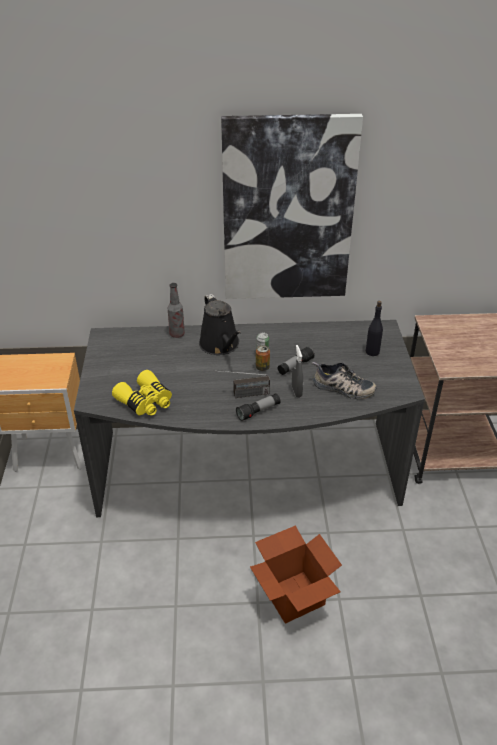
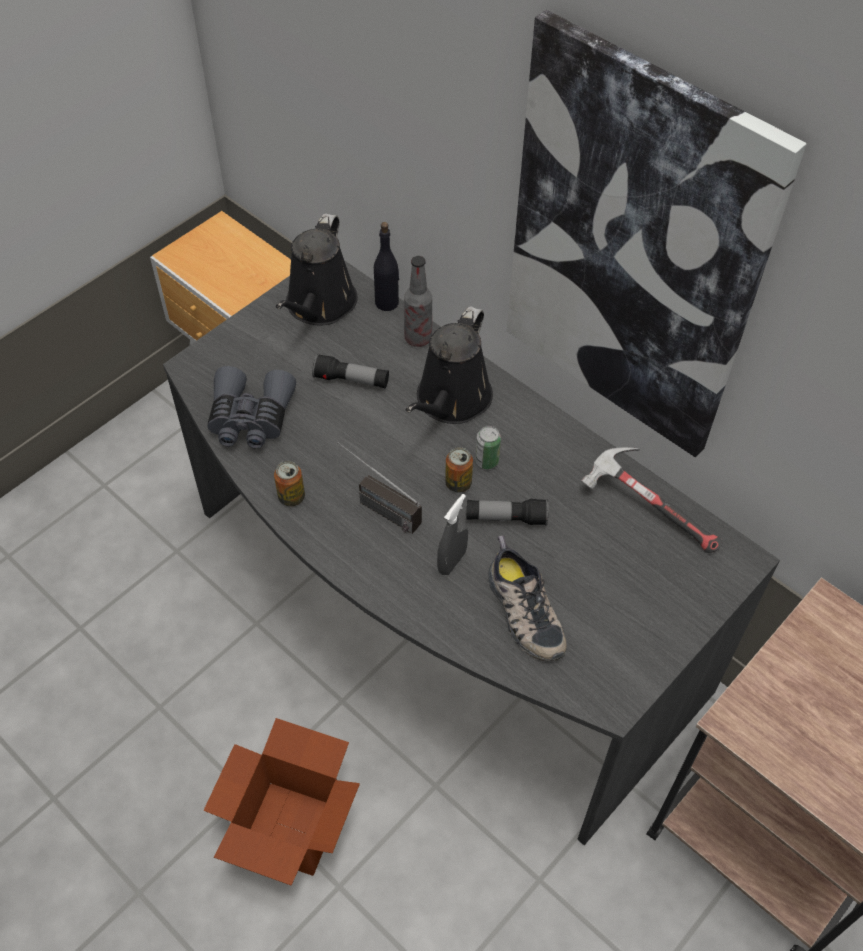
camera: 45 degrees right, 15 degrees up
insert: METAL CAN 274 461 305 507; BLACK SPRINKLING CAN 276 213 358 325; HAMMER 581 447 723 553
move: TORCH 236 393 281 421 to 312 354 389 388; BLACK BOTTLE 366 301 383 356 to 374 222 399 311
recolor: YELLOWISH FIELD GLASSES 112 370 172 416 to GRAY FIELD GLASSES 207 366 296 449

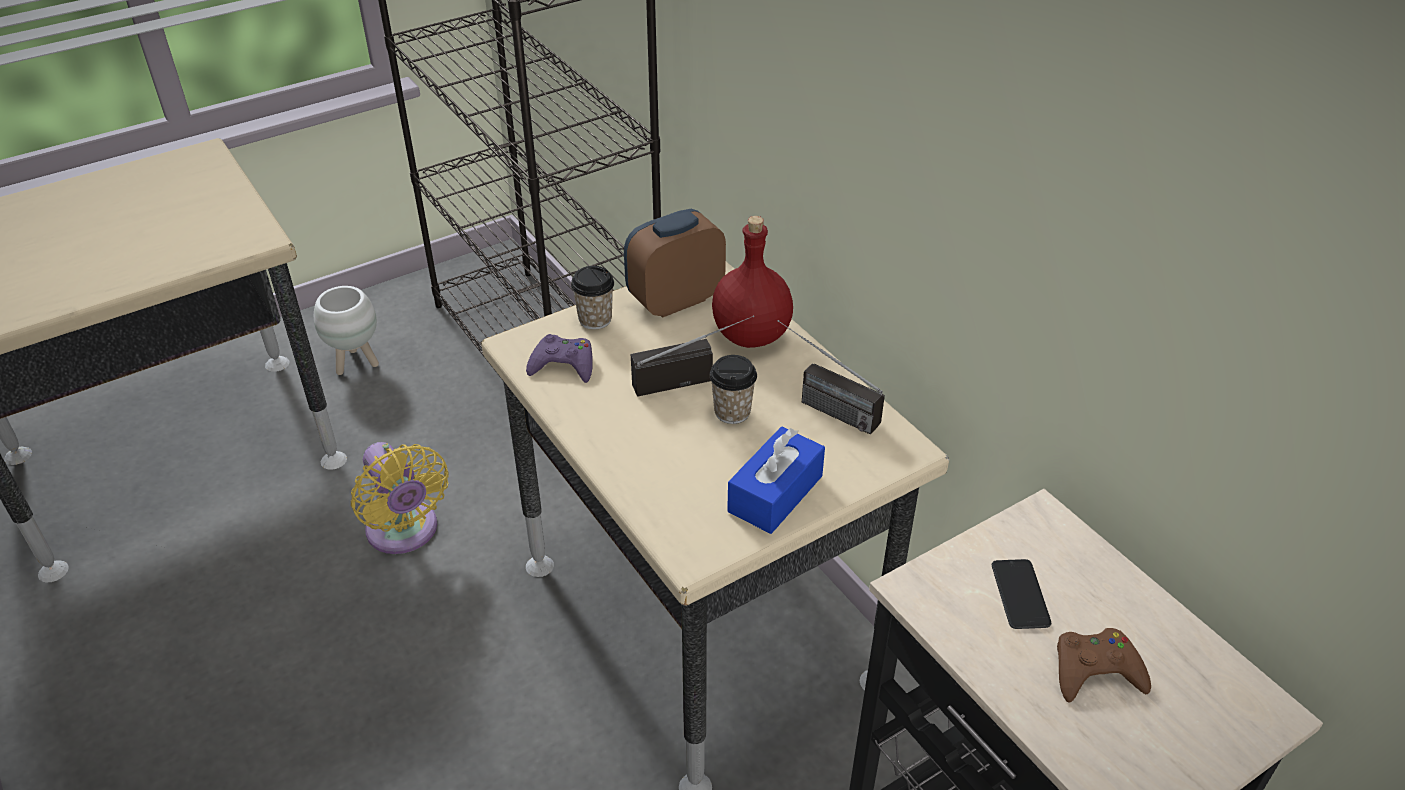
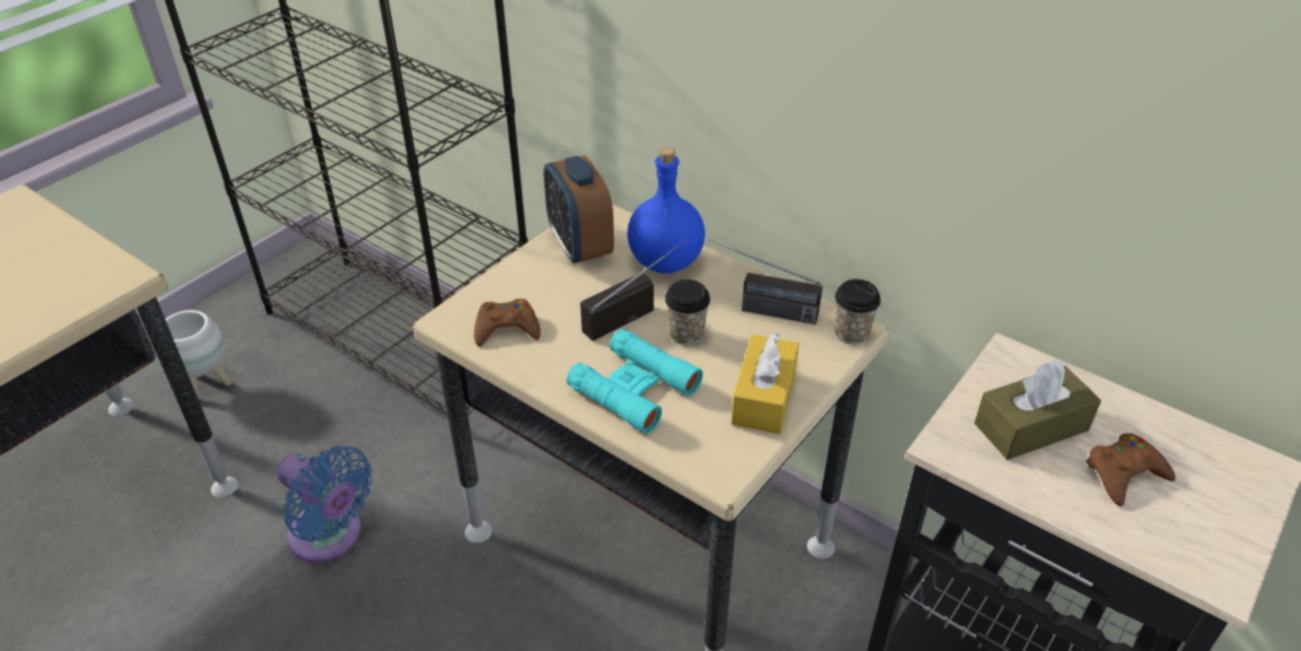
camera: 20 degrees left, 0 degrees up
insert: TURQUOISE-COLOURED FIELD GLASSES 566 329 703 434
move: CUP 571 266 614 330 to 834 279 881 345
replace: TELEPHONE 992 559 1051 629 to BROWN-COLOURED TISSUE HOLDER 974 360 1101 460
recolor: YELLOWISH ELECTRIC FAN 351 442 449 554 to BLUE ELECTRIC FAN 277 446 373 562; PURPLISH GAME CONTROLLER 526 334 593 383 to BROWN-COLOURED GAME CONTROLLER 474 299 541 347; RED BOTTLE 712 216 793 348 to BLUE BOTTLE 627 147 705 273; BLUE TISSUE HOLDER 727 427 825 534 to YELLOWISH TISSUE HOLDER 731 333 799 434
rotate: BEDSIDE CLOCK 624 209 726 318 = 543 155 614 264 60 degrees counterclockwise

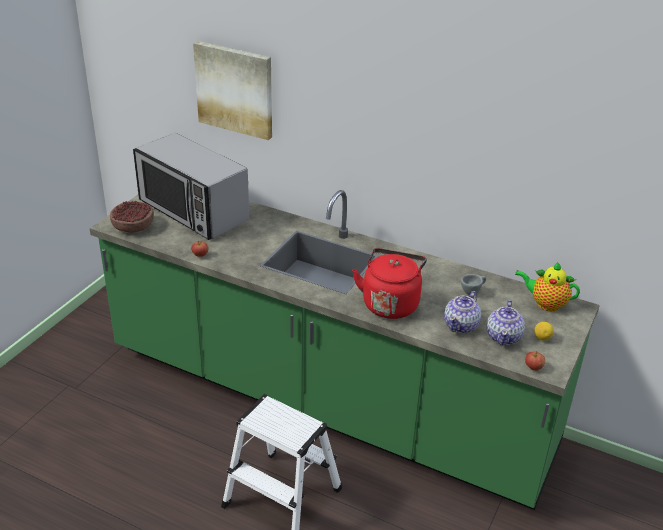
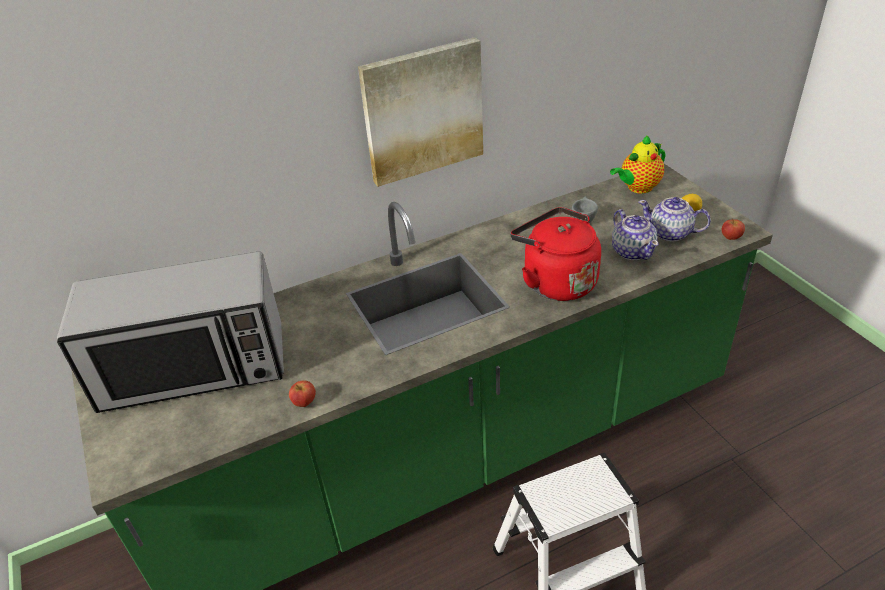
camera: 50 degrees left, 5 degrees up
delete: BOWL 110 200 154 233
move: WALL PICTURE 193 41 272 140 to 358 37 483 187
rotate: POT FOR TEA 487 300 525 345 = 638 197 711 242 150 degrees clockwise

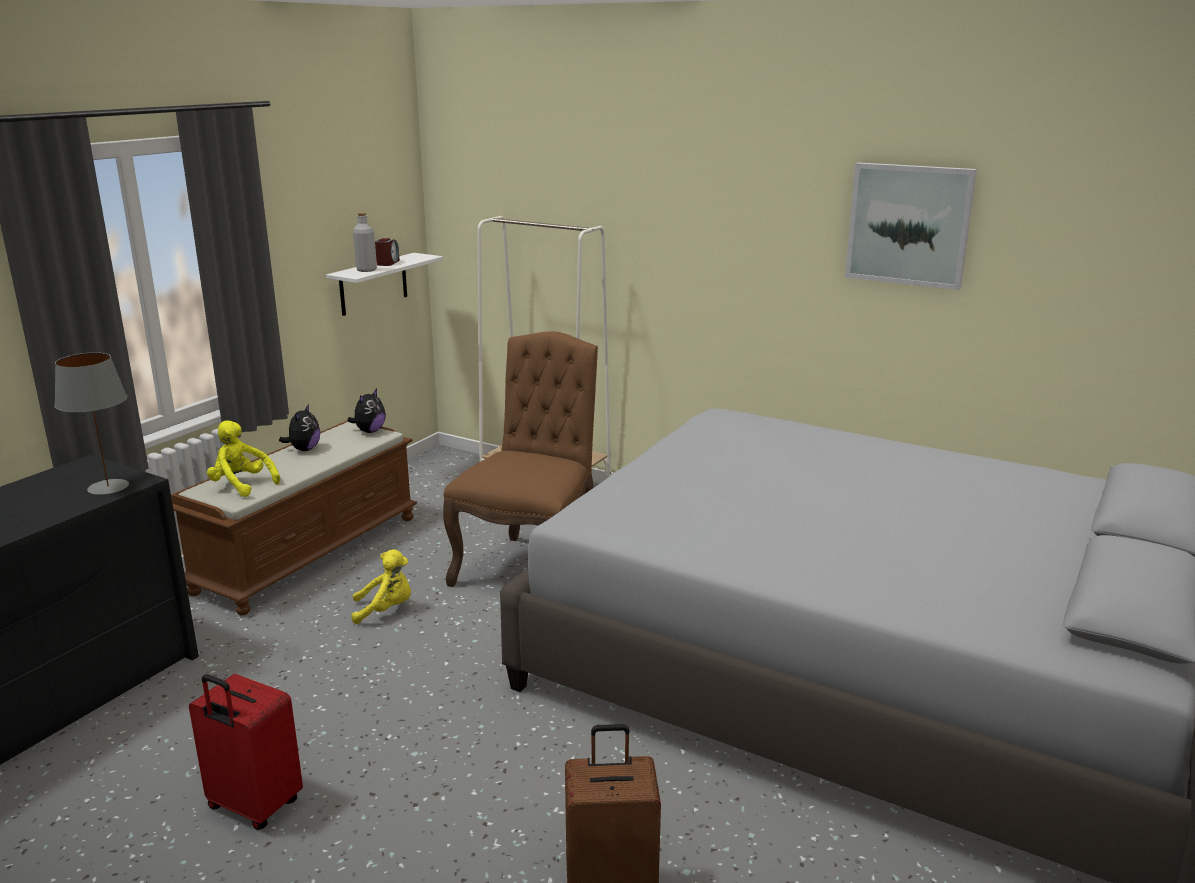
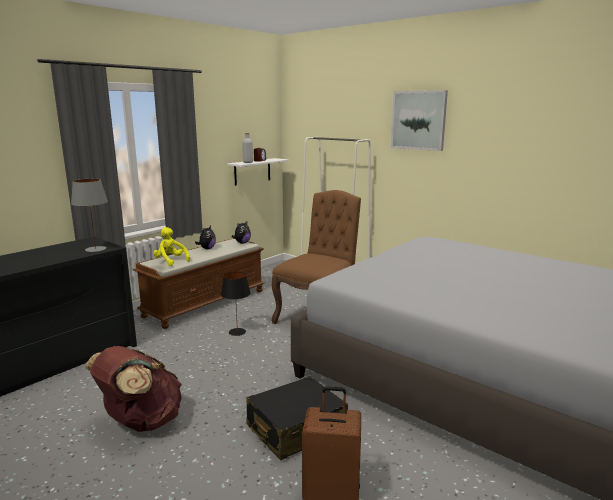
camera: 10 degrees right, 5 degrees down
insert: BLACK SUITCASE 246 376 348 460
move: WALL PICTURE 845 163 977 290 to 391 90 448 151
replace: RED SUITCASE 189 674 303 830 to BROWN-COLOURED KNAPSACK 84 346 182 432; YELLOWISH SOFT TOY 351 549 411 624 to BLACK TABLETOP LAMP 221 272 251 336

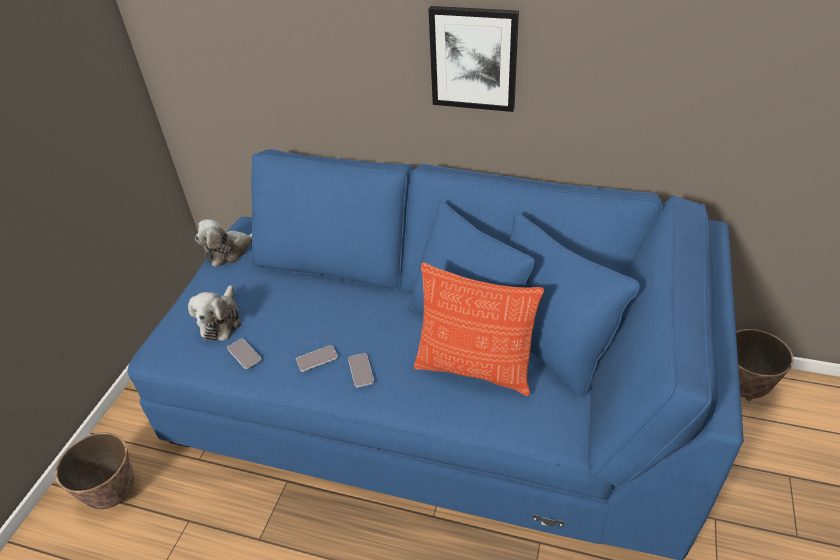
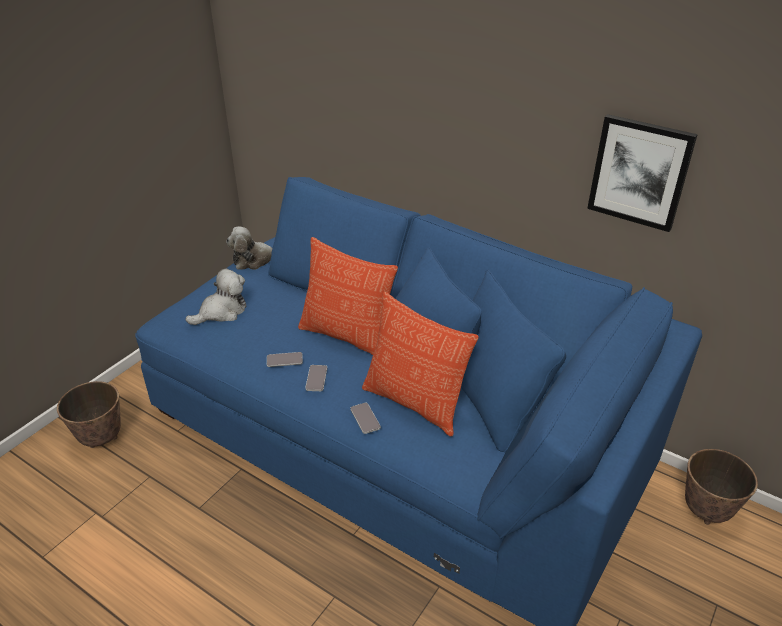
camera: 15 degrees right, 5 degrees down
insert: ORANGE THROW PILLOW 298 237 398 355
move: TELEPHONE 227 339 261 369 to 350 403 381 434; WALL PICTURE 428 6 519 112 to 587 114 698 232
rotate: SOFT TOY 188 285 241 341 = 185 269 247 325 150 degrees counterclockwise

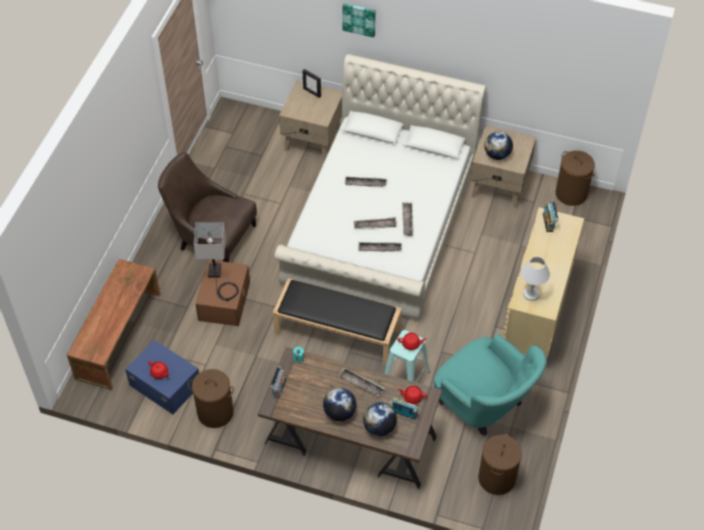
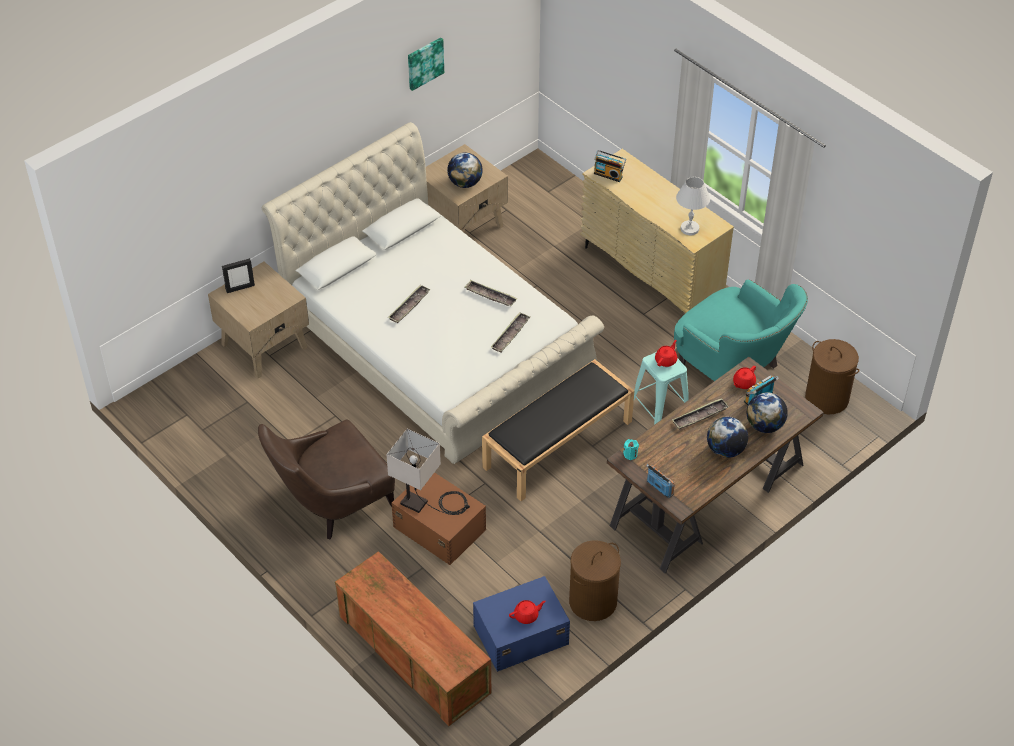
camera: 60 degrees left, 5 degrees down
delete: TRAY 354 217 397 229; BROWN-COLOURED LAUNDRY BASKET 555 151 595 206
move: WALL PICTURE 342 3 376 38 to 408 37 444 91
rotate: TURQUOISE-COLOURED LOUNGE CHAIR 434 334 547 436 = 674 279 808 381 60 degrees clockwise

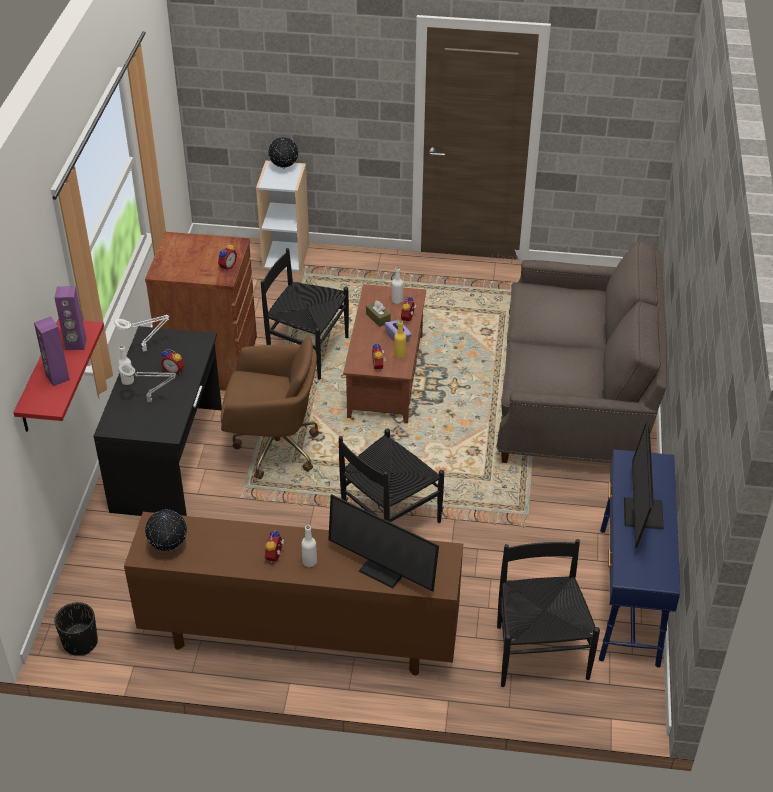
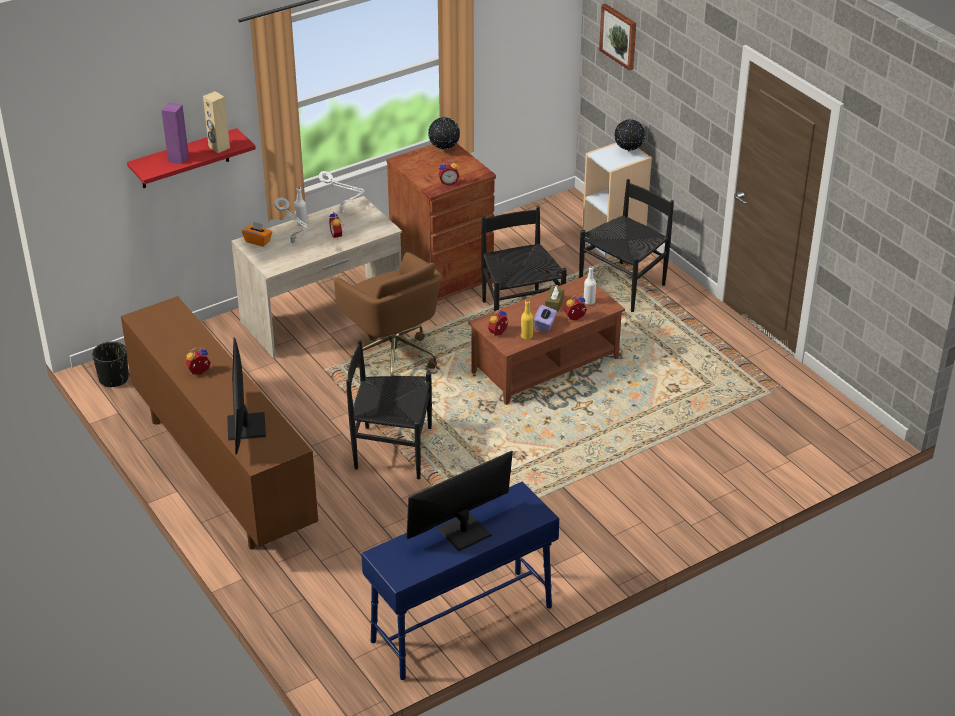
camera: 50 degrees right, 5 degrees down
delete: WHITISH BOTTLE 301 525 317 567; GRAY SETTEE 496 240 667 463
insert: ORANGE TISSUE HOLDER 242 221 272 247; WALL PICTURE 599 4 636 71
move: GLOBE 145 510 187 551 to 428 117 460 152; BLACK PLAIN CHAIR 497 539 600 687 to 579 179 674 312
recolor: PURPLISH AUDIO SPEAKER 54 286 87 350 to BEIGE AUDIO SPEAKER 203 91 230 153; BLACK DESK TABLE 94 326 222 516 to BEIGE DESK TABLE 231 196 402 359

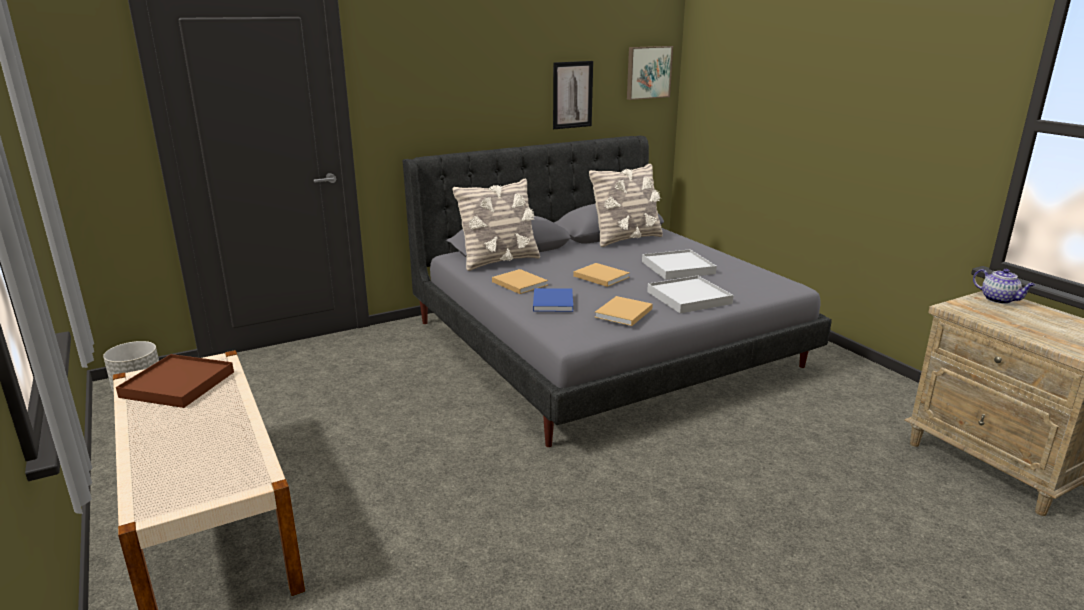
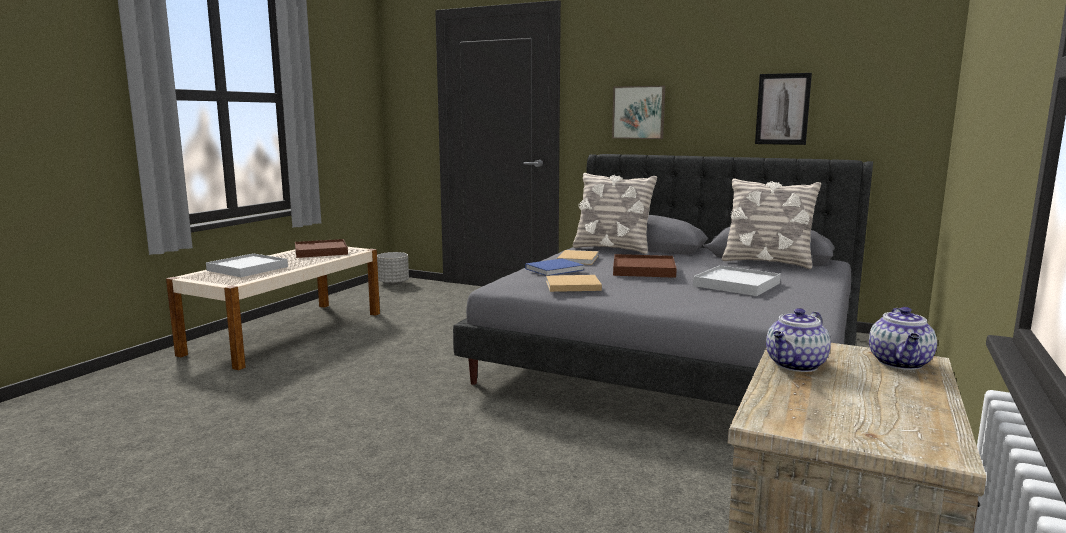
camera: 55 degrees right, 10 degrees down
insert: POT FOR TEA 766 308 831 372
move: WHITISH TRAY 647 276 734 313 to 206 253 288 277; WALL PICTURE 627 46 673 100 to 612 86 665 139
replace: BEIGE VOLUME 573 263 630 287 to BROWN-COLOURED TRAY 613 254 677 278

